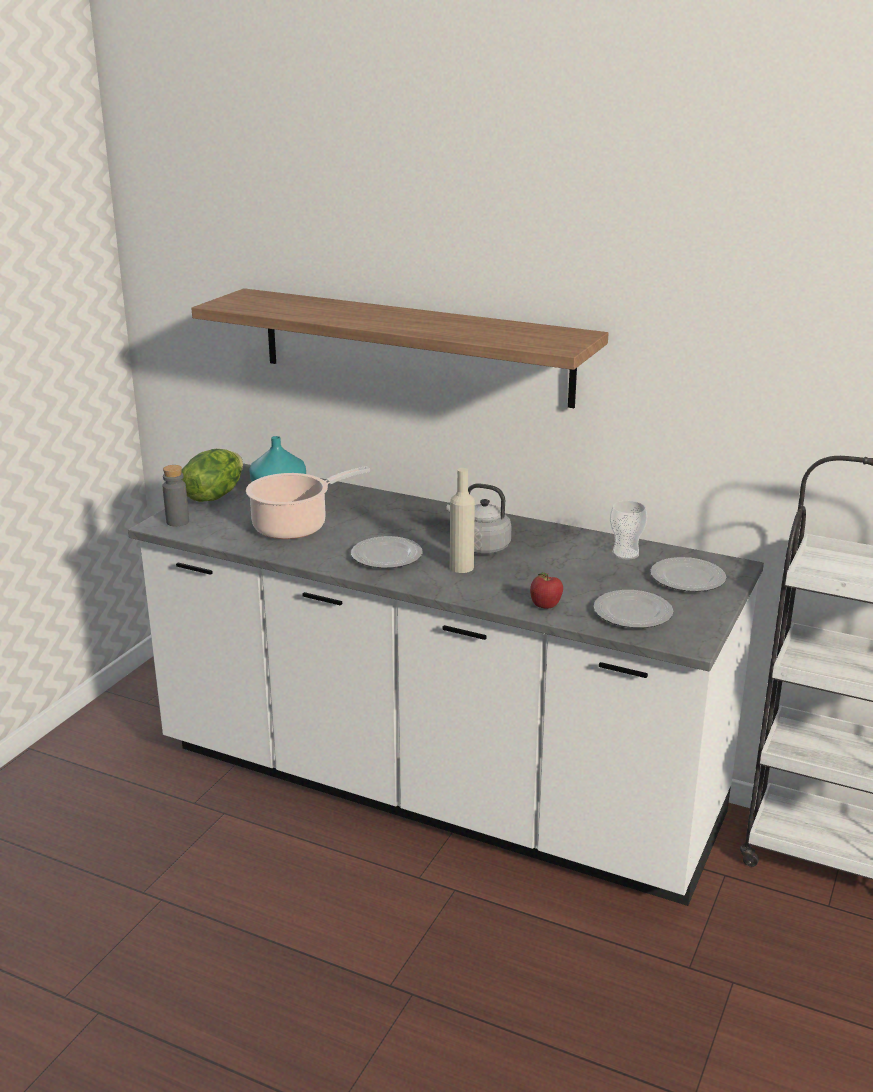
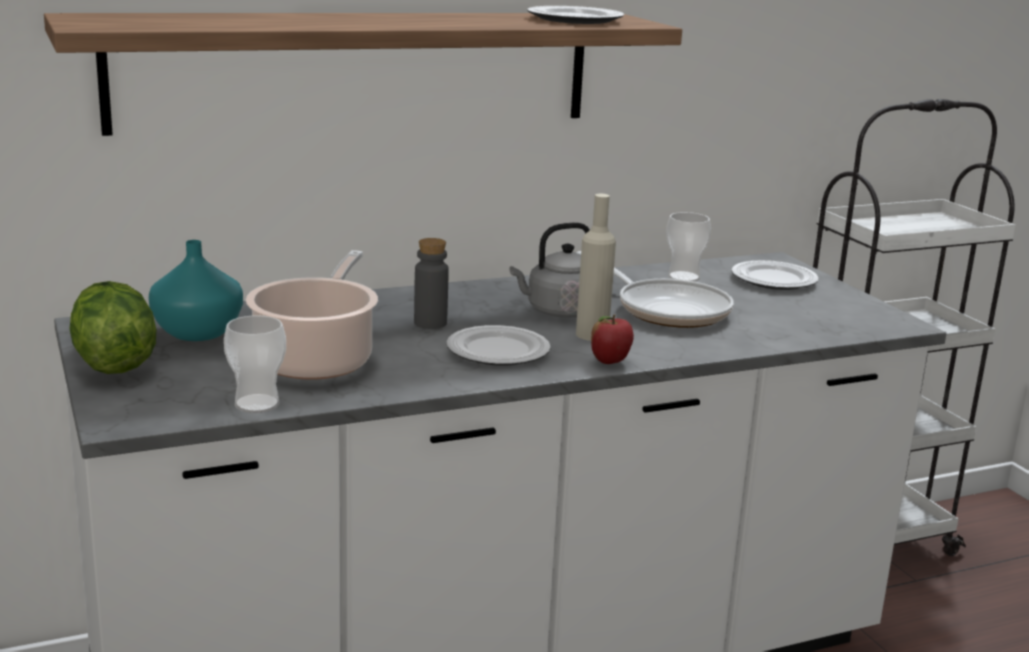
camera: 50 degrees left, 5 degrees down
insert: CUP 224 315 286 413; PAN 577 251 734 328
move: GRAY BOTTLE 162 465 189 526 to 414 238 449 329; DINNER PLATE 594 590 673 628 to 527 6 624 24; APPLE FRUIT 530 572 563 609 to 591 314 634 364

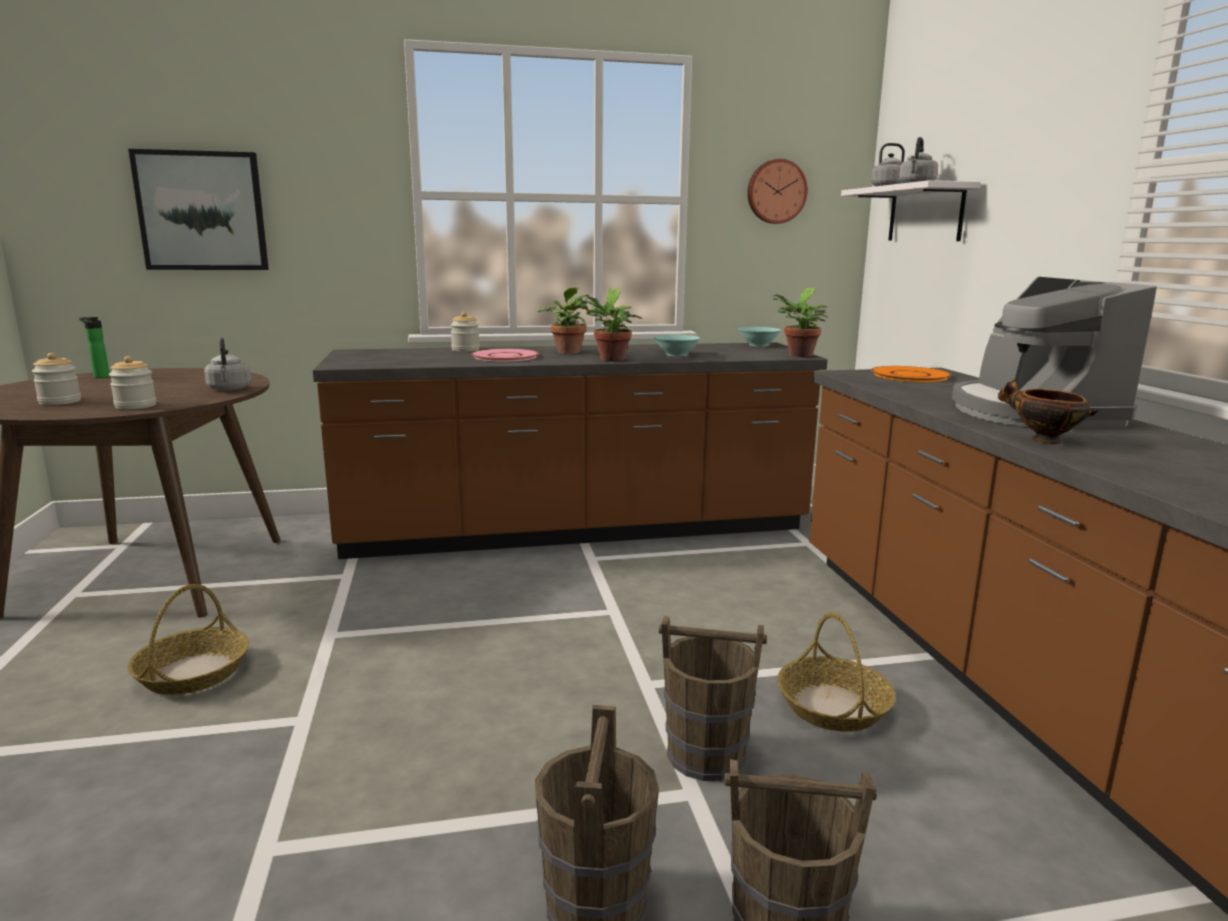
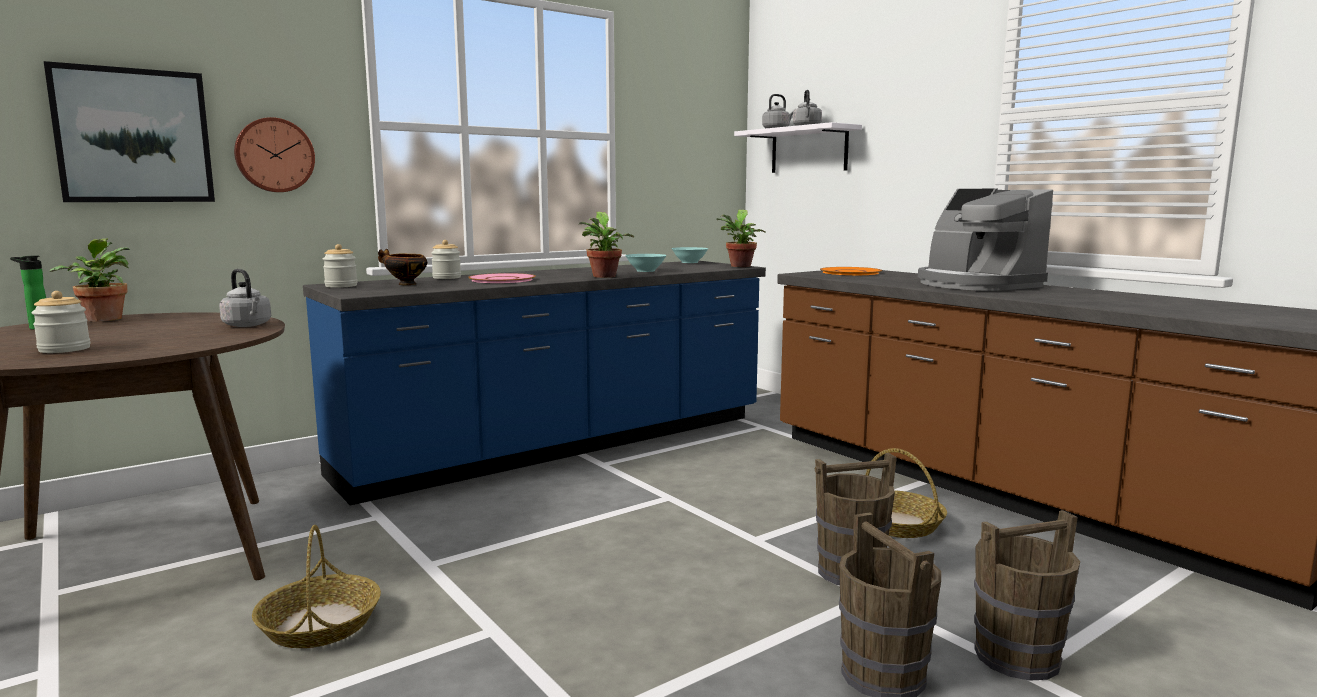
camera: 25 degrees left, 5 degrees down
move: POTTED PLANT 537 287 589 354 to 50 238 130 322; HANGING CLOCK 747 159 808 224 to 234 117 315 192; STORAGE JAR 109 356 156 409 to 323 244 357 288; BOWL 998 380 1098 444 to 378 249 428 285
recolor: BROWN-COLOURED KITCHEN COUNTER 313 342 827 559 to BLUE KITCHEN COUNTER 303 261 766 505

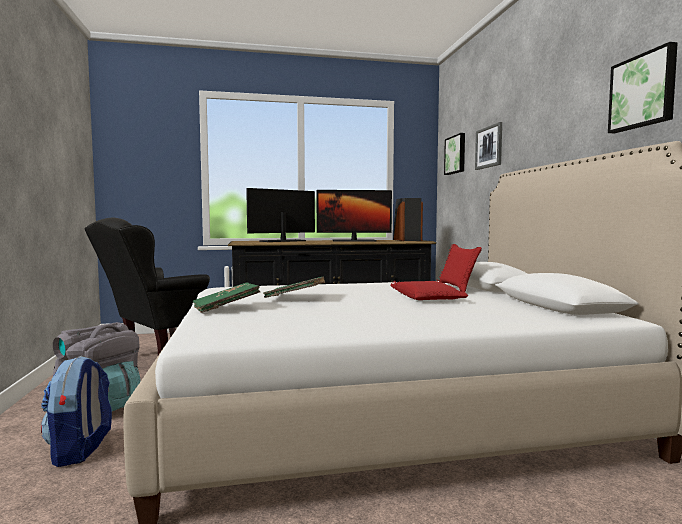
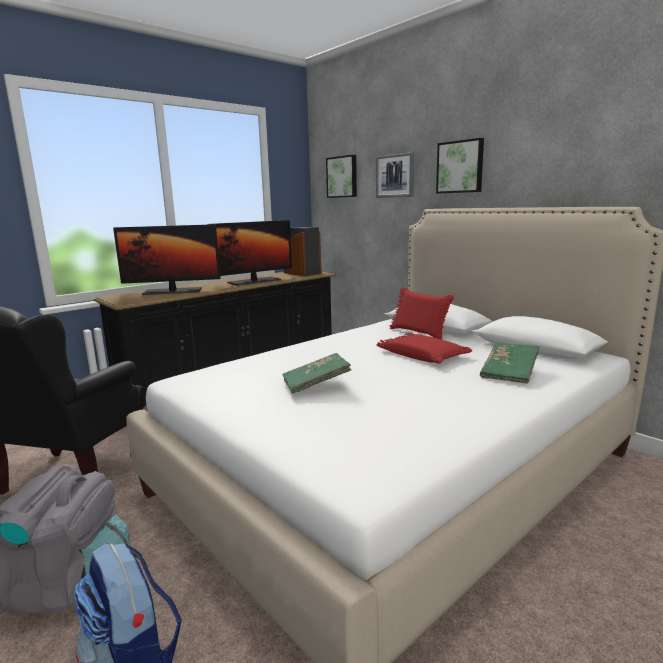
camera: 30 degrees left, 10 degrees up
move: WALL PICTURE 608 42 678 133 to 436 138 484 193; GREENISH VOLUME 193 282 260 313 to 480 343 540 384
rotate: MONITOR 246 188 315 242 = 113 224 221 295 120 degrees counterclockwise

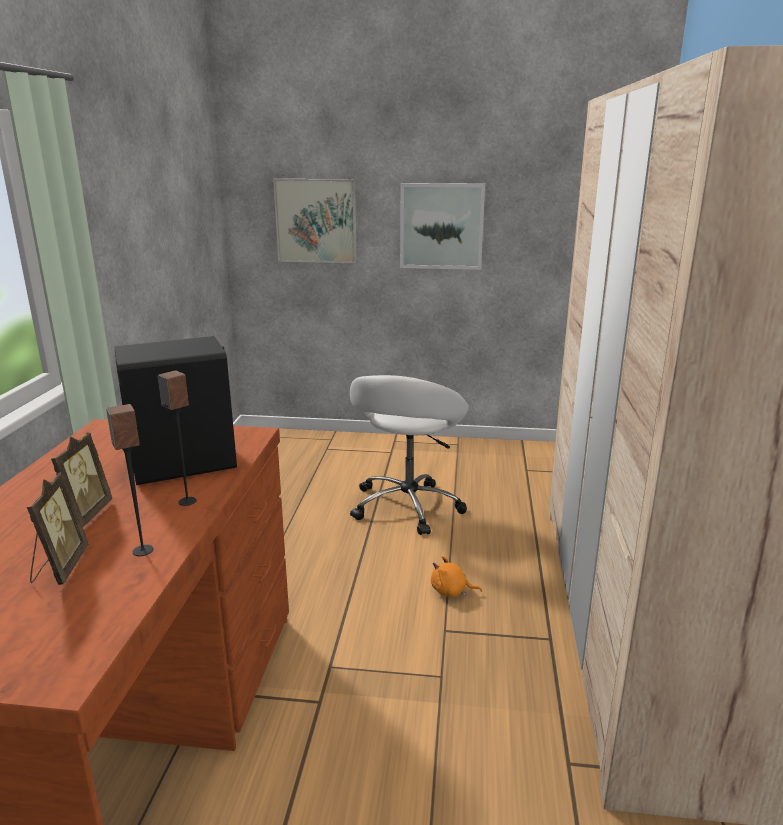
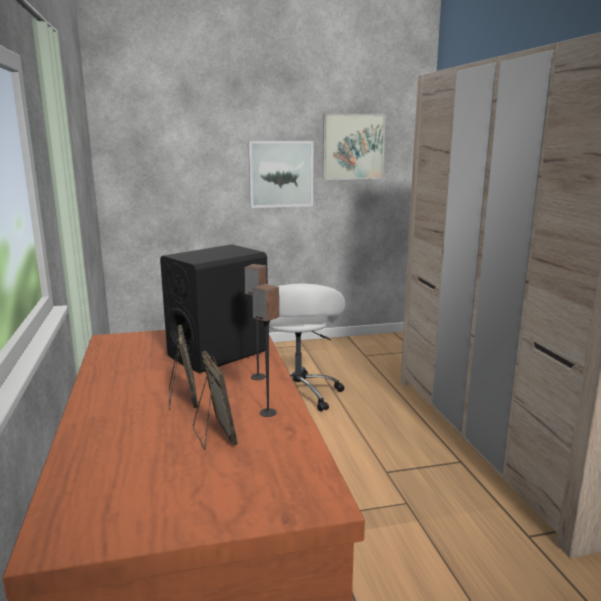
camera: 20 degrees left, 5 degrees down
delete: ORANGE SOFT TOY 431 556 482 597
move: WALL PICTURE 273 179 357 263 to 323 113 386 180

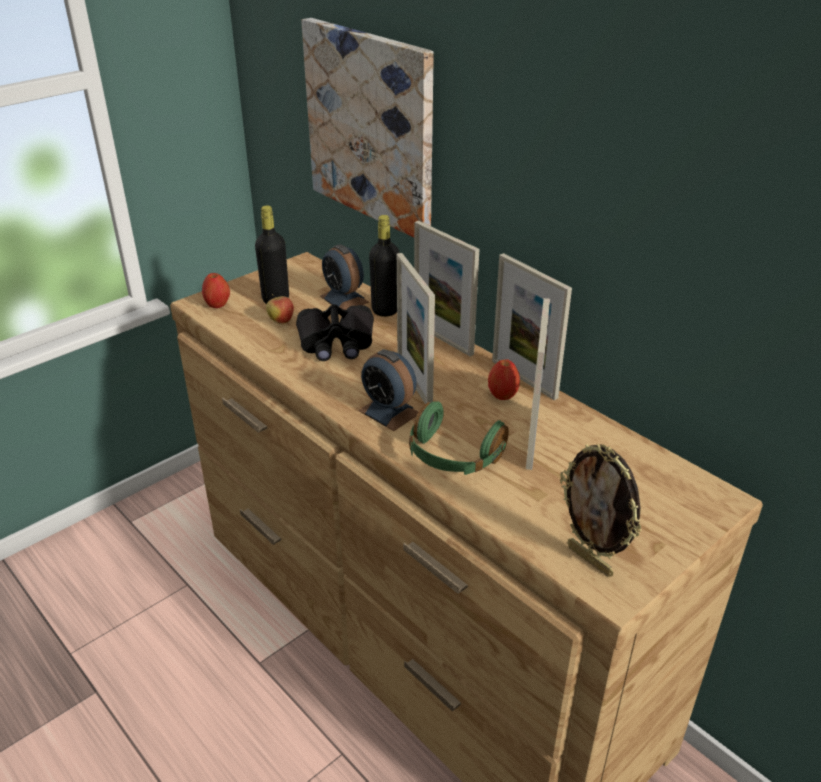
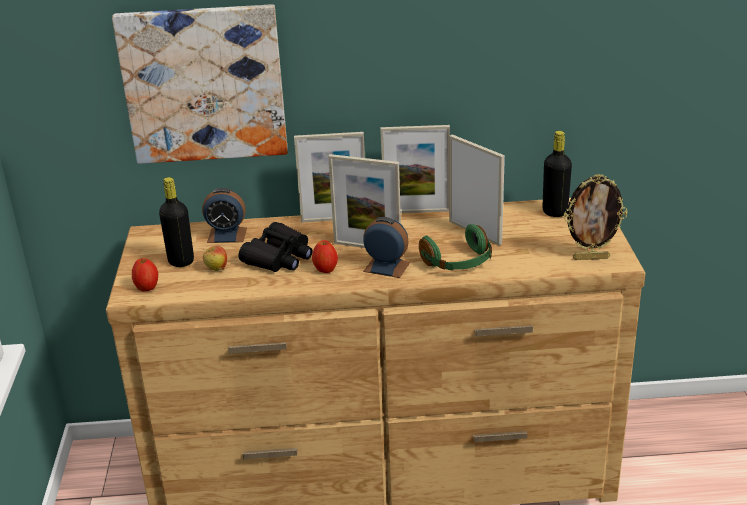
camera: 50 degrees left, 5 degrees down
move: APPLE FRUIT 488 359 520 400 to 312 240 338 273; BLACK BOTTLE 369 215 400 317 to 542 131 572 217
rotate: BEDSIDE CLOCK 358 349 418 431 = 363 217 410 278 150 degrees counterclockwise

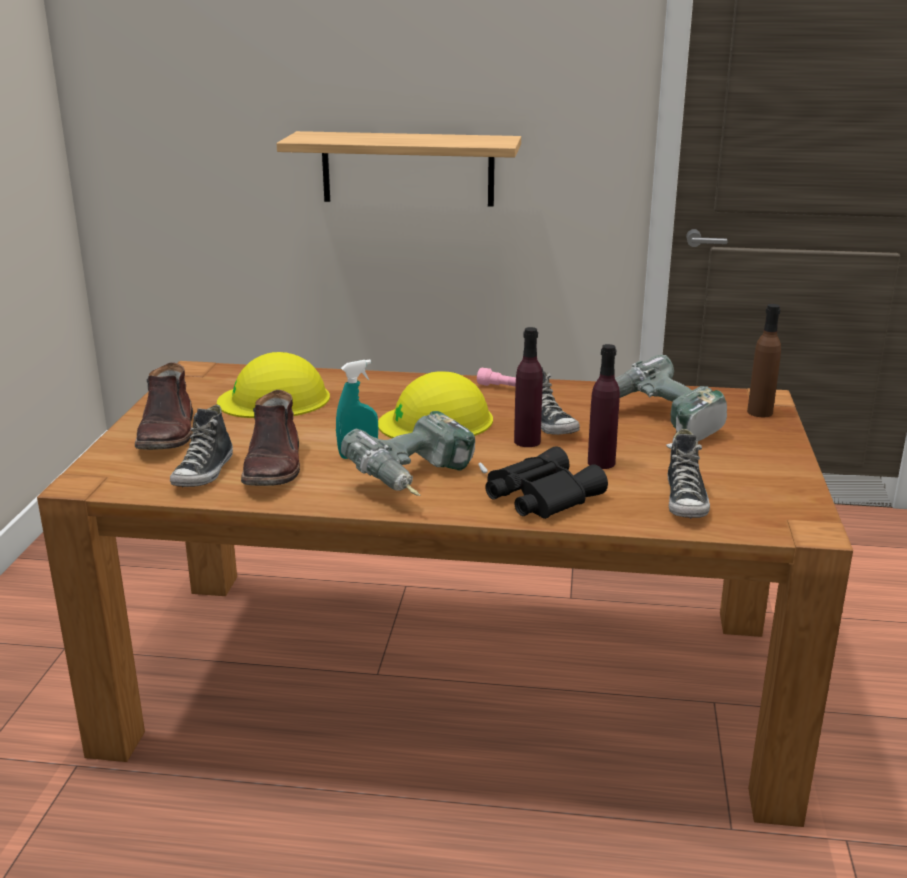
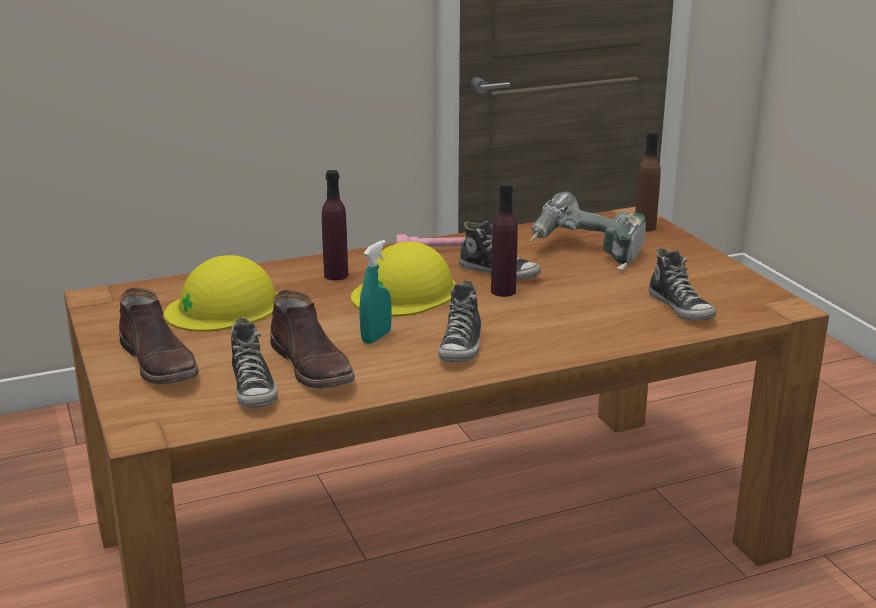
camera: 30 degrees left, 0 degrees up
delete: SHELF 276 131 521 207; BLACK FIELD GLASSES 485 446 608 519
move: PURPLISH BOTTLE 588 344 620 469 to 322 170 349 280
replace: DRILL 341 411 488 496 to ITEM OF FOOTWEAR 438 280 482 362

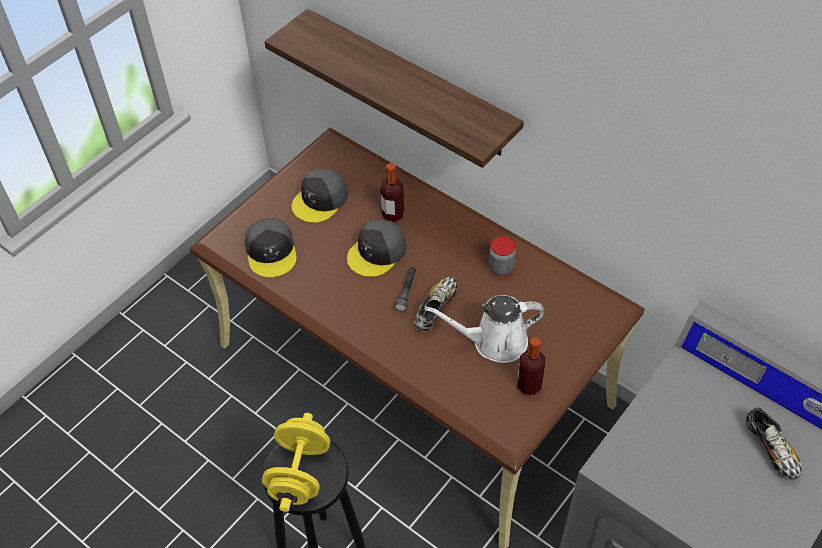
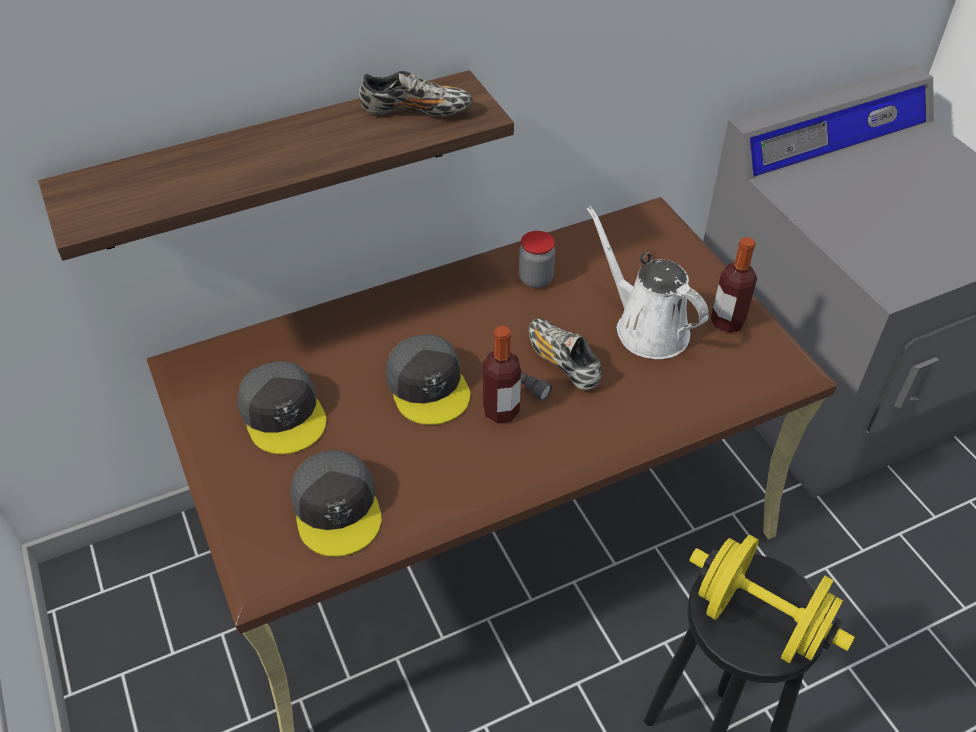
camera: 65 degrees left, 5 degrees down
move: ITEM OF FOOTWEAR 746 407 802 480 to 359 71 472 116; BOTTLE 380 163 404 222 to 483 326 521 424
rotate: GRAY PEAKED CAP 245 218 297 278 = 290 450 382 557 60 degrees clockwise; WHITISH SPRINKLING CAN 425 295 545 363 = 587 206 709 359 120 degrees clockwise

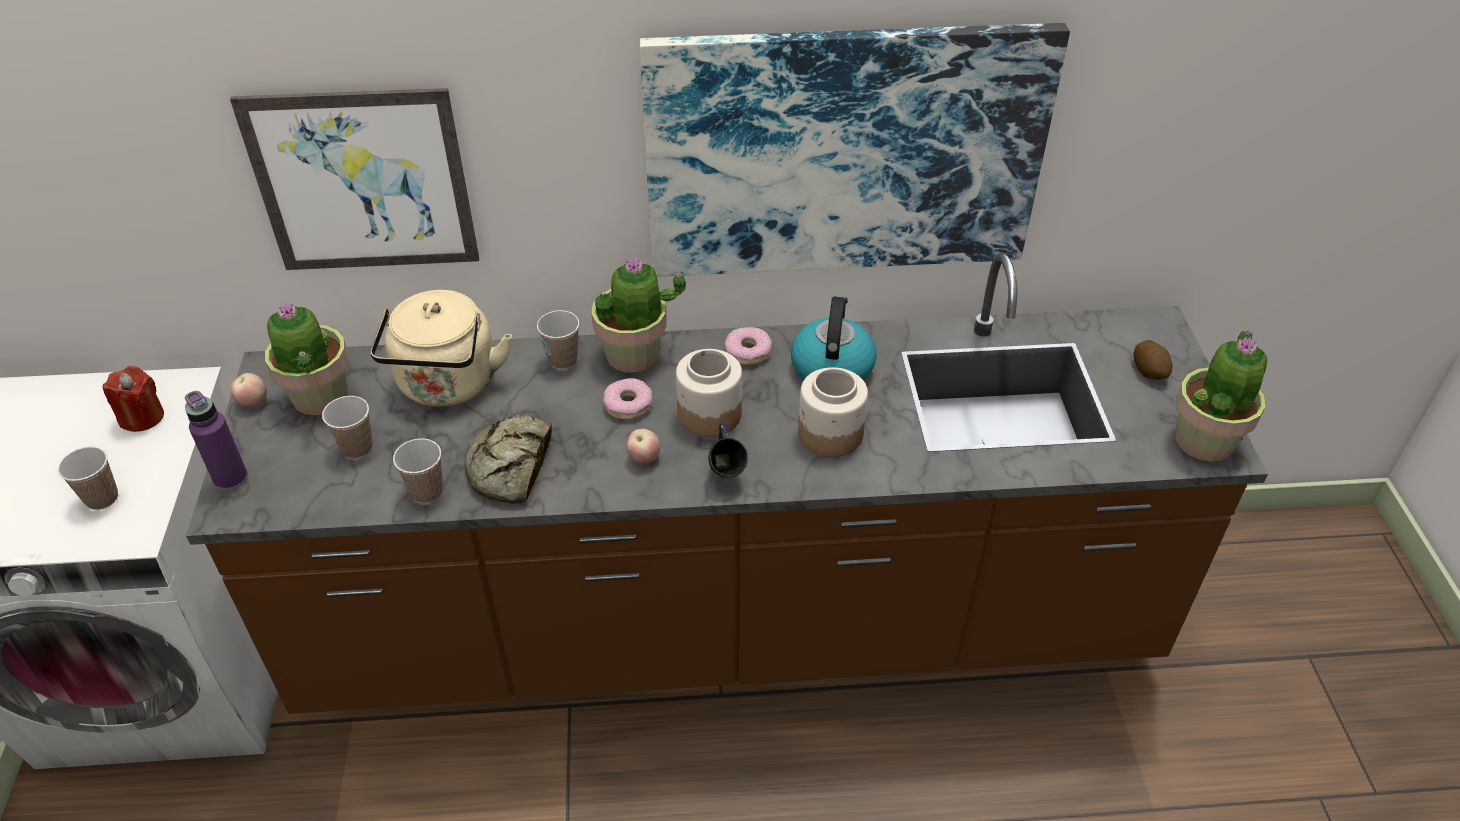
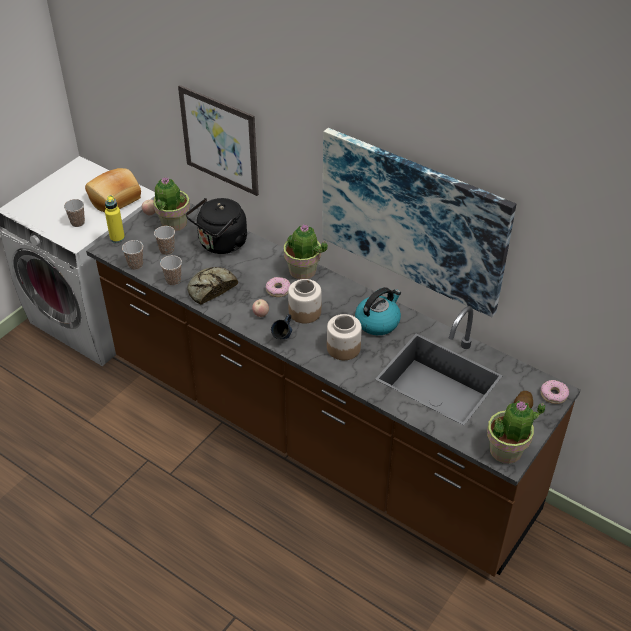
camera: 40 degrees right, 0 degrees up
move: CUP 537 310 579 369 to 122 240 143 270; DOUGHNUT 724 327 772 365 to 541 380 569 404
replace: RED WAX LIGHT 102 366 164 432 to BREAD 85 168 141 212
recolor: PURPLISH BOTTLE 185 391 248 491 to YELLOWISH BOTTLE 105 195 125 243; BEIGE TEA KETTLE 370 290 512 407 to BLACK TEA KETTLE 186 198 247 254

